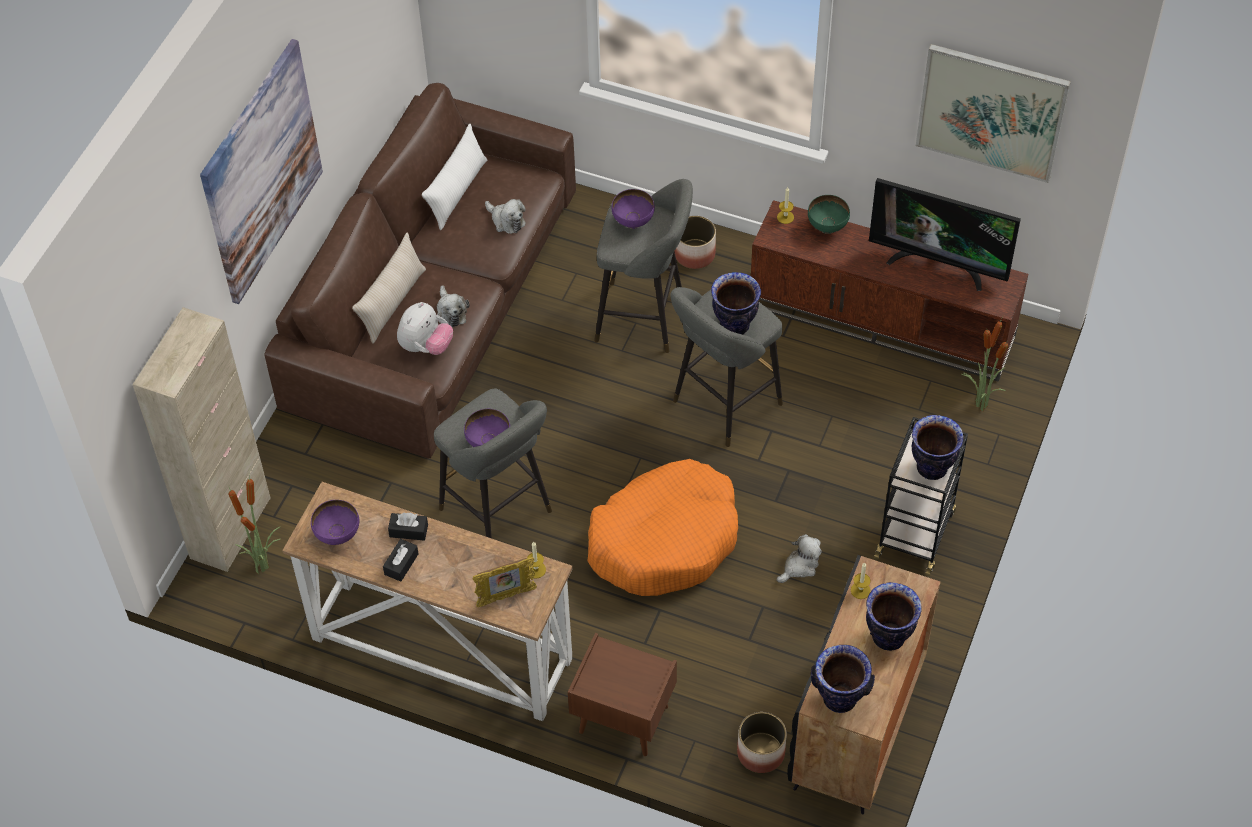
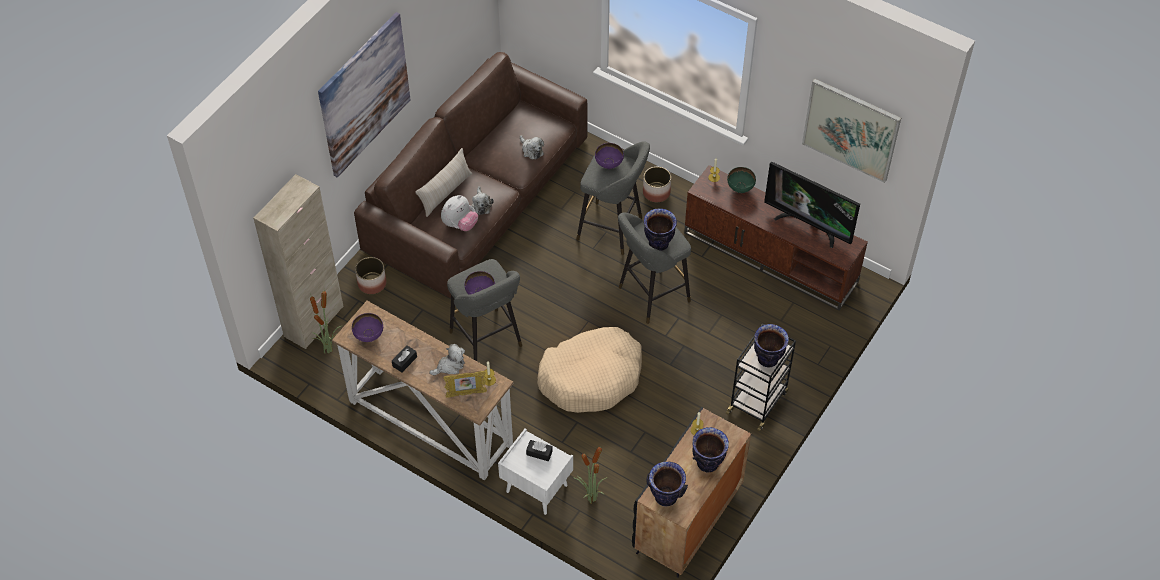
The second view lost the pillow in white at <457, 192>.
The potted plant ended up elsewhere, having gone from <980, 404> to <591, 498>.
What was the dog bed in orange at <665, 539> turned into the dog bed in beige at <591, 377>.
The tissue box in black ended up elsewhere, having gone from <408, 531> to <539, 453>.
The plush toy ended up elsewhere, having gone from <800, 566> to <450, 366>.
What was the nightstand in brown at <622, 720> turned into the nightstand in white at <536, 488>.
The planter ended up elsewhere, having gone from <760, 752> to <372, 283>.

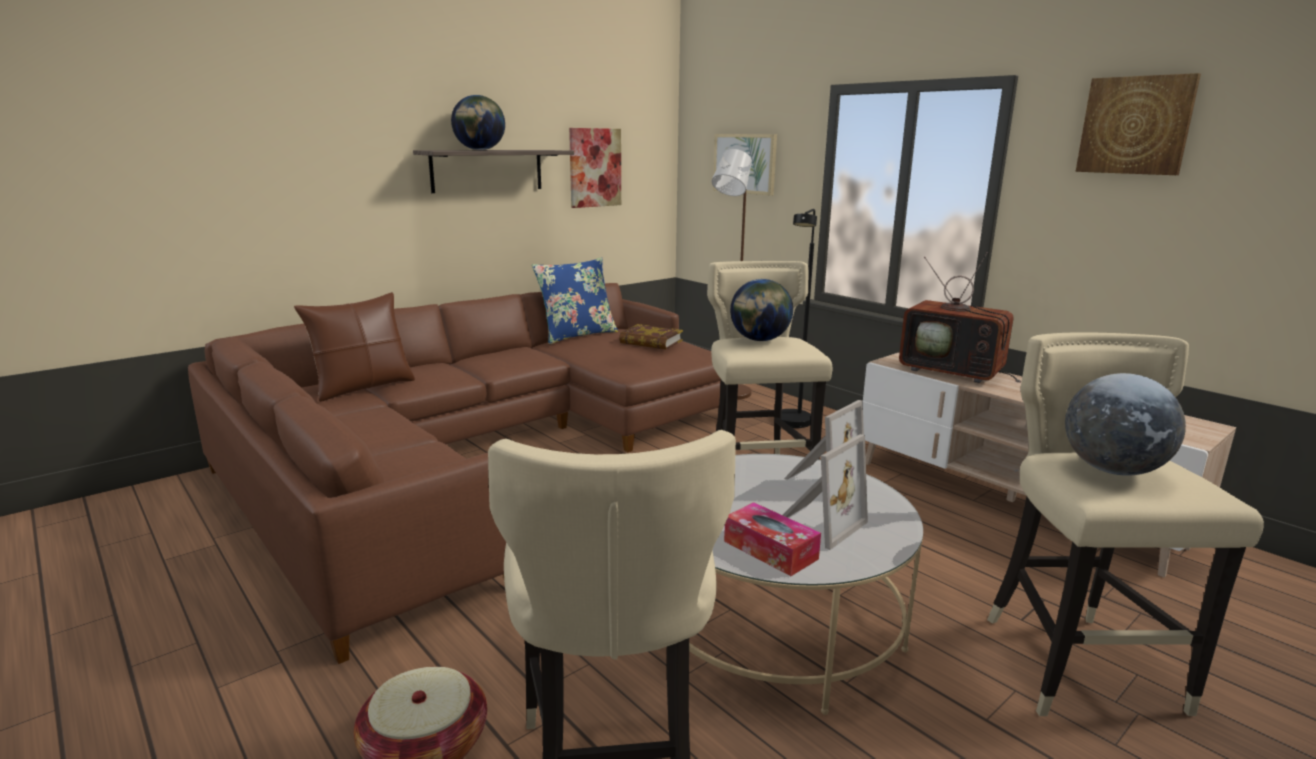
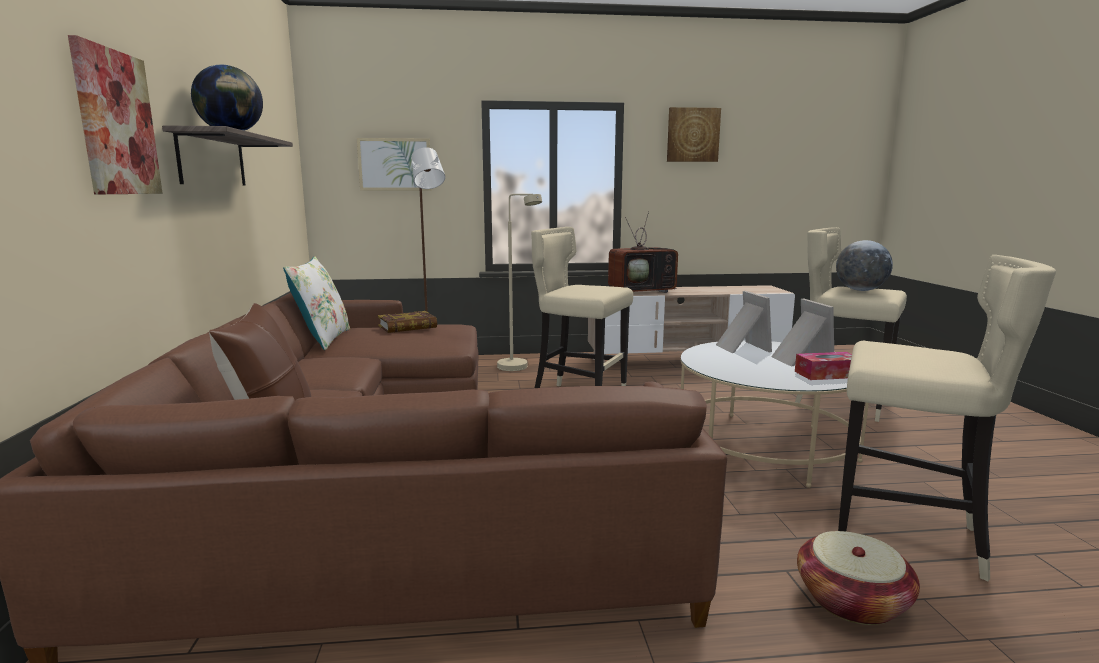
The picture ended up elsewhere, having gone from <595, 167> to <116, 123>.
What was the floor lamp in black at <792, 425> turned into the floor lamp in beige at <518, 368>.
What was the pillow in blue at <577, 335> turned into the pillow in white at <322, 339>.
The second view lost the globe at <759, 340>.

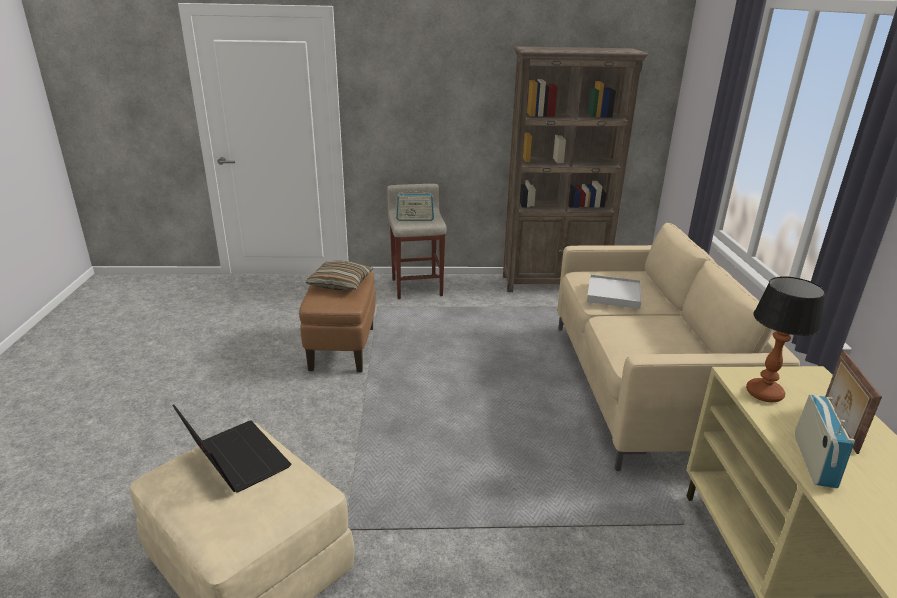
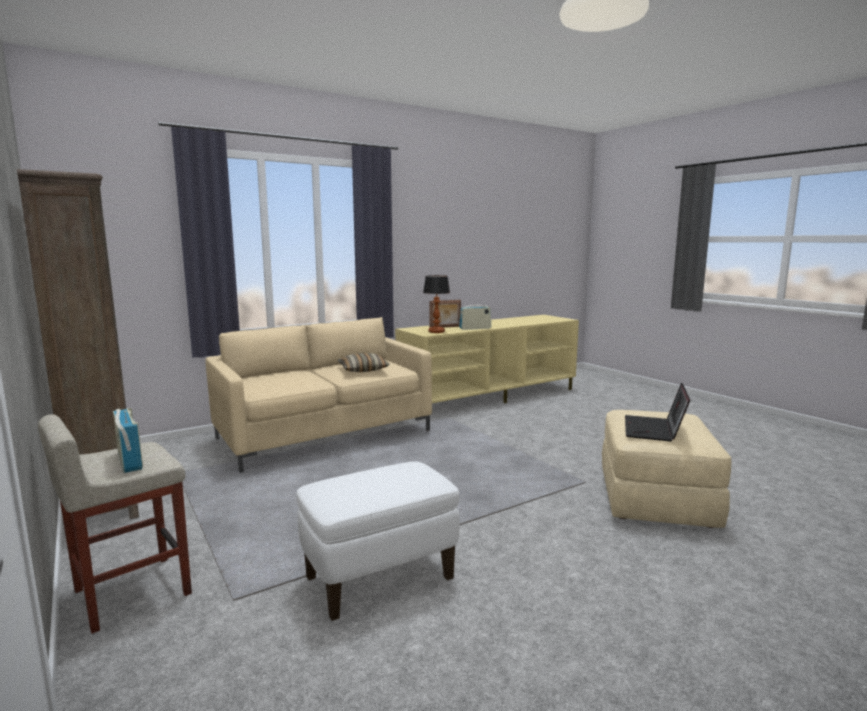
The pillow ended up elsewhere, having gone from <340, 283> to <363, 370>.
What was the ottoman in brown at <342, 348> turned into the ottoman in white at <379, 578>.
The second view lost the tray in white at <613, 294>.

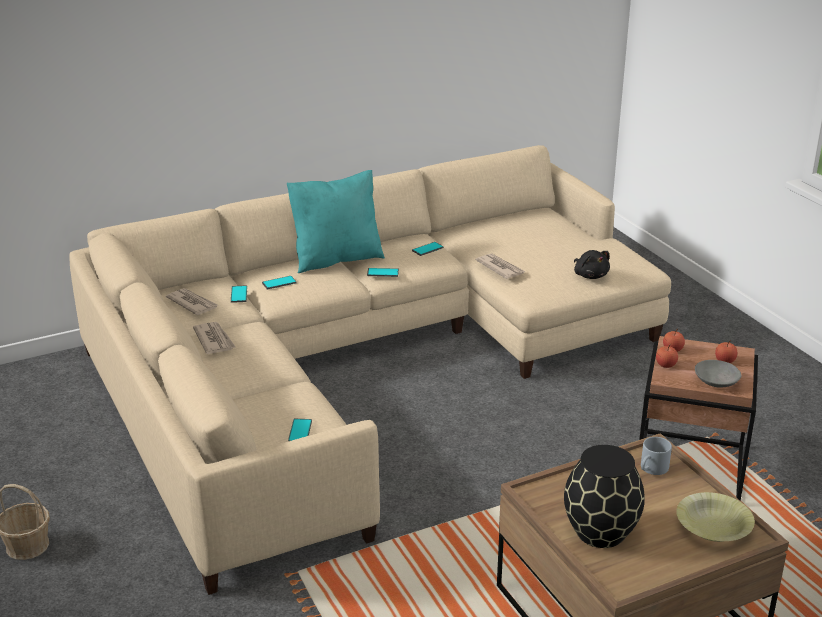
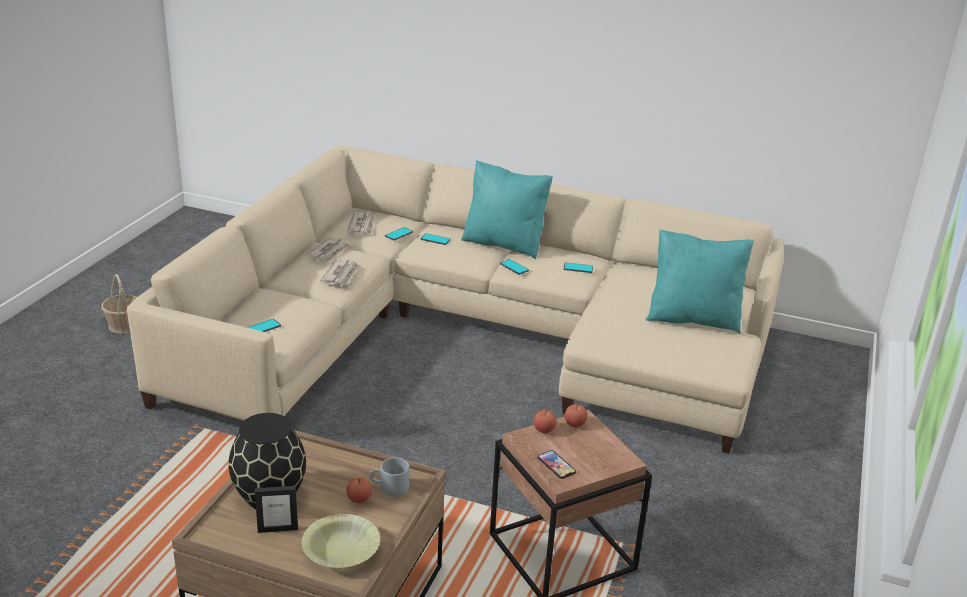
The second view lost the plush toy in black at <590, 275>.
The newspaper ended up elsewhere, having gone from <500, 268> to <341, 274>.
The apple ended up elsewhere, having gone from <725, 361> to <359, 499>.
Where the bowl in grey stood at <717, 381>, the phone came to stand at <556, 465>.
The second view gained the pillow in turquoise at <693, 318>.
The second view gained the picture frame at <278, 529>.

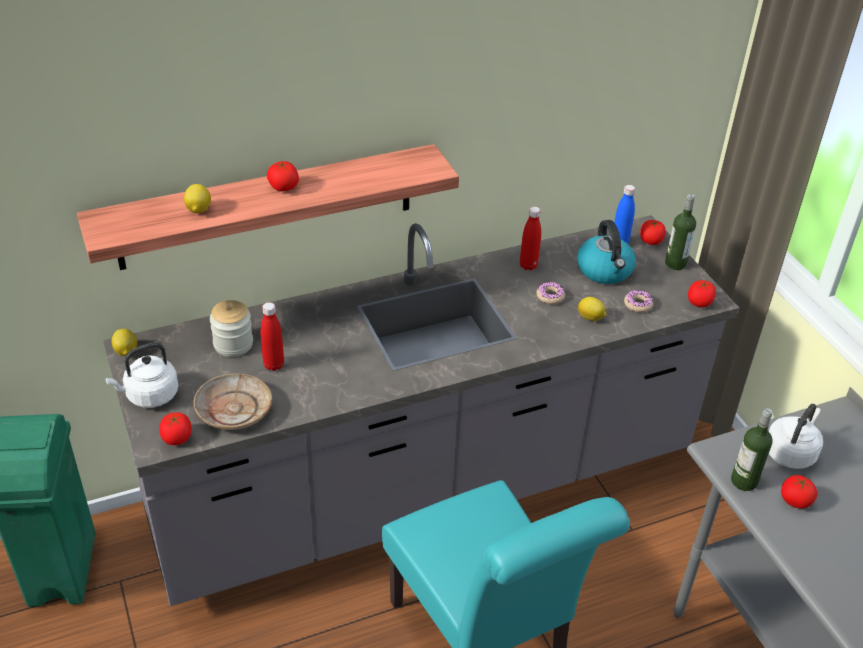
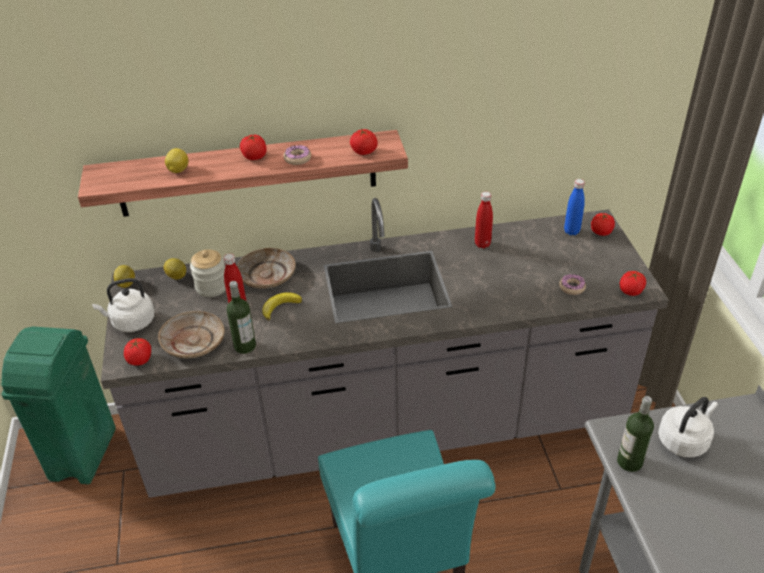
The bottle ended up elsewhere, having gone from <675, 264> to <245, 346>.
The second view lost the kettle at <605, 271>.
The donut ended up elsewhere, having gone from <550, 296> to <297, 159>.
The lemon ended up elsewhere, having gone from <590, 318> to <177, 277>.
The tomato ended up elsewhere, having gone from <795, 501> to <364, 152>.
The second view gained the plate in beige at <267, 275>.
The second view gained the banana at <280, 307>.

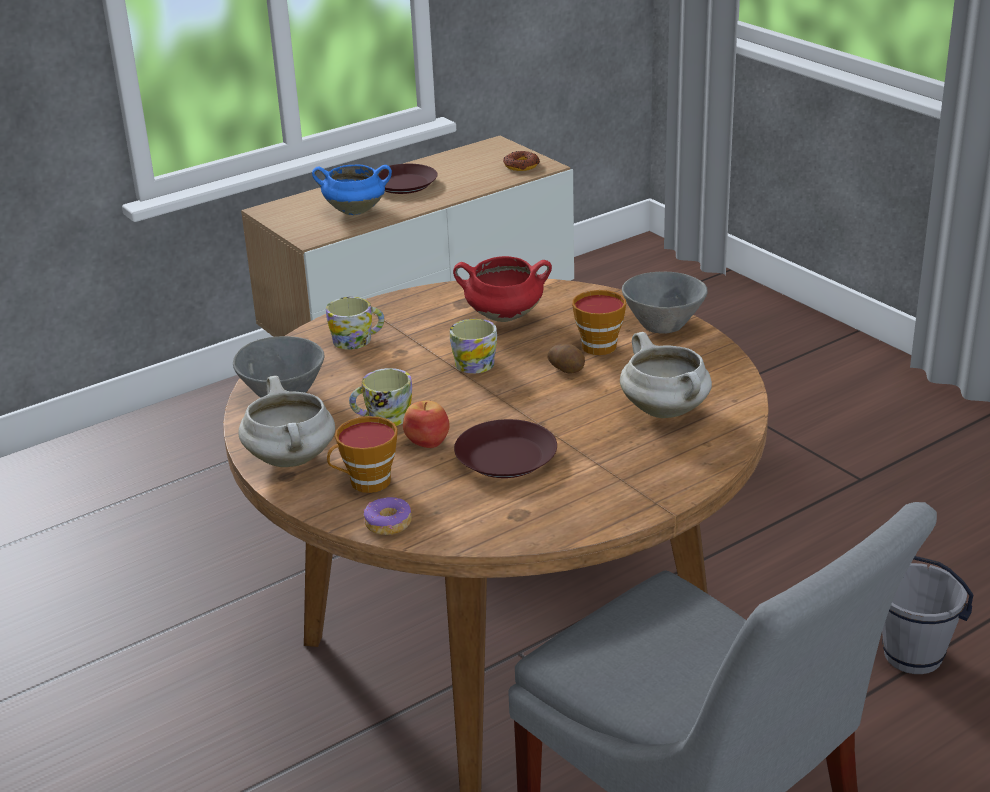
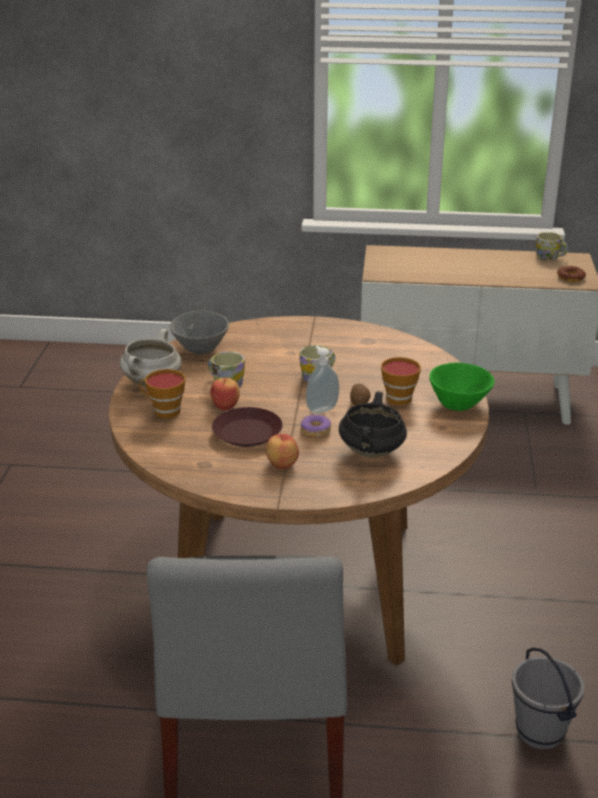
The second view lost the plate in brown at <403, 184>.
The second view lost the cooking pot in blue at <356, 211>.
The second view lost the cooking pot in red at <503, 317>.
What was the bowl in grey at <666, 324> turned into the bowl in green at <460, 404>.
The mug ended up elsewhere, having gone from <357, 340> to <550, 257>.
What was the cooking pot in white at <667, 411> turned into the cooking pot in black at <372, 452>.
The donut ended up elsewhere, having gone from <388, 524> to <315, 431>.
The second view gained the soap dispenser at <321, 409>.
The second view gained the apple at <281, 464>.

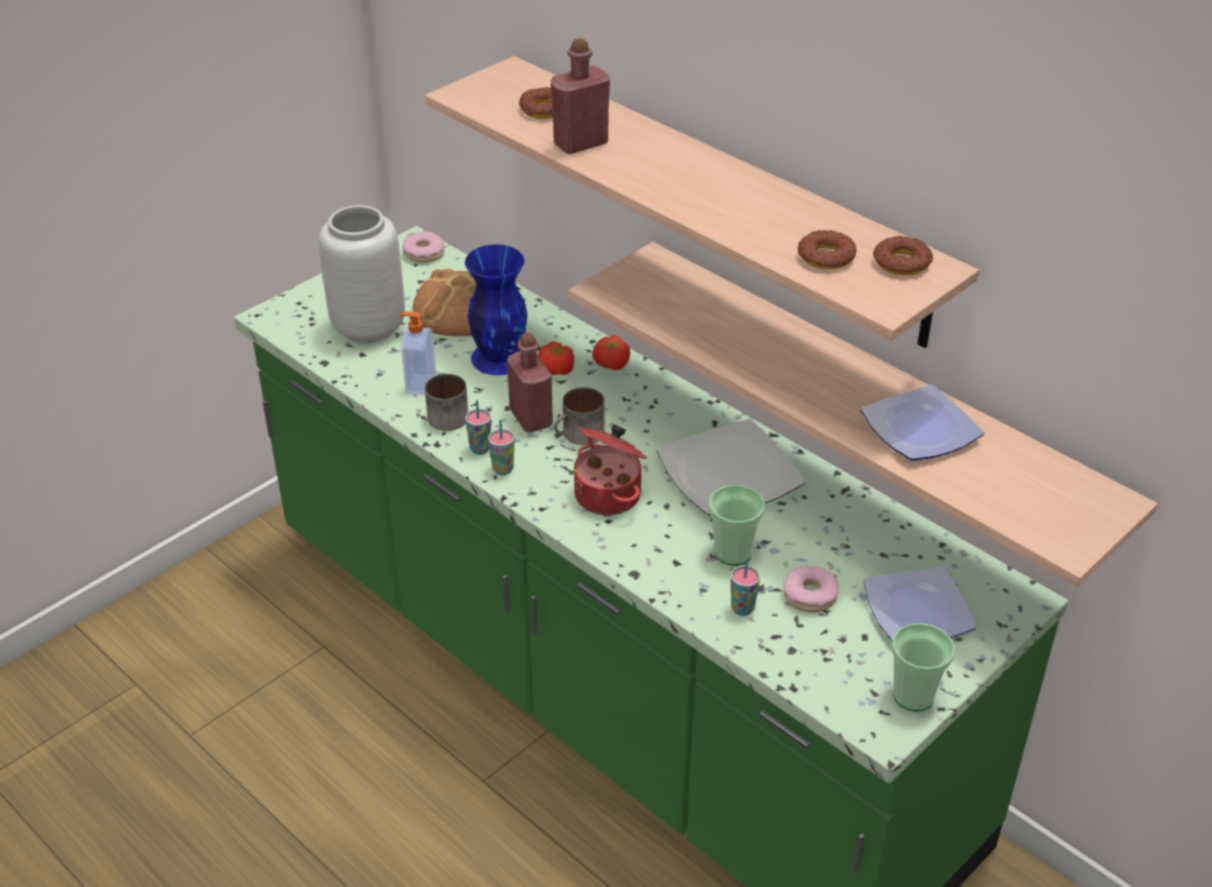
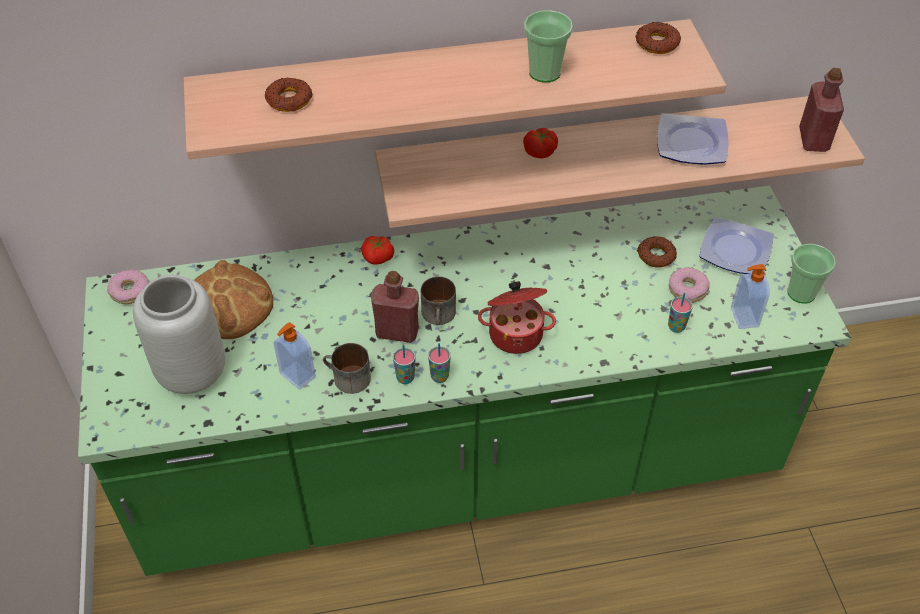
The bottle in red ended up elsewhere, having gone from <581, 143> to <813, 140>.
The donut ended up elsewhere, having gone from <826, 257> to <656, 256>.
The second view lost the vase in blue at <499, 357>.
The tomato ended up elsewhere, having gone from <556, 370> to <540, 152>.
The second view lost the plate at <729, 474>.
The cup ended up elsewhere, having gone from <733, 553> to <544, 72>.
The second view gained the soap dispenser at <743, 317>.

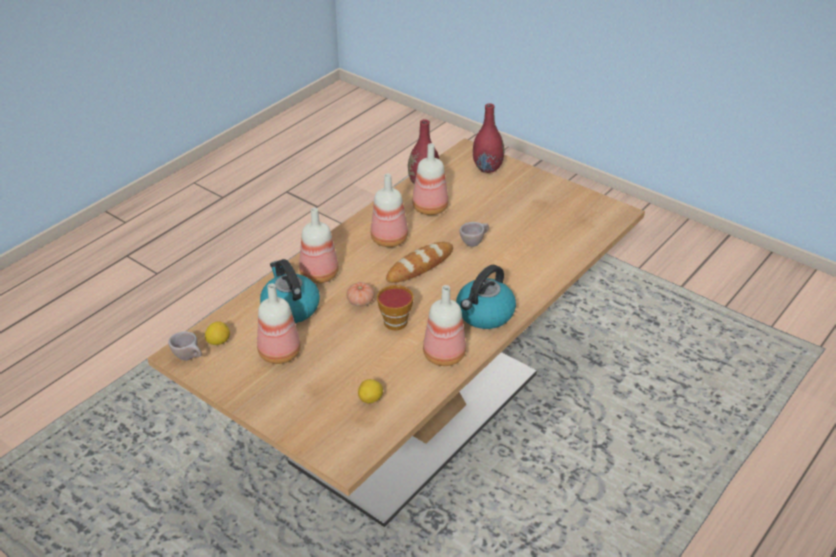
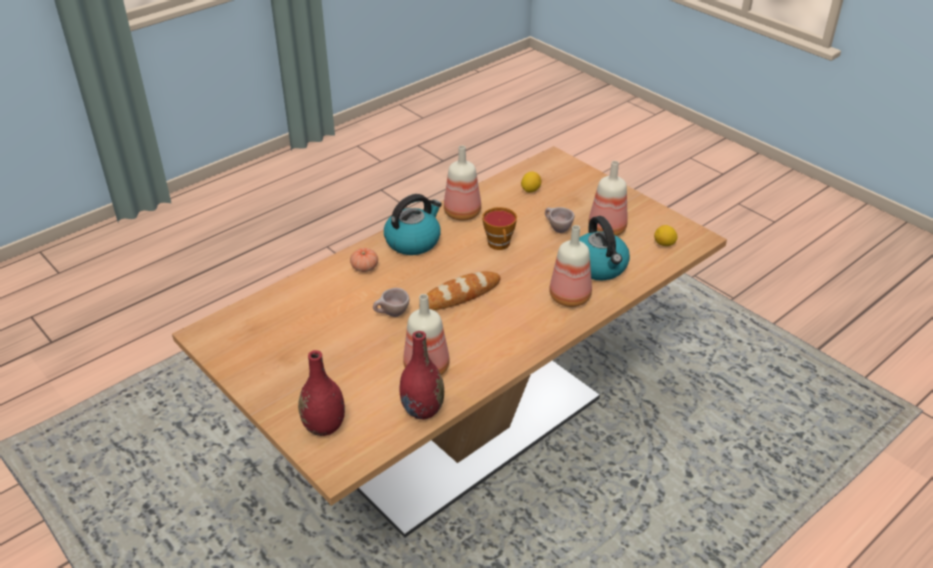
The second view lost the bottle at <390, 239>.
The tomato ended up elsewhere, having gone from <360, 302> to <364, 267>.
The cup in beige ended up elsewhere, having gone from <189, 357> to <557, 229>.

